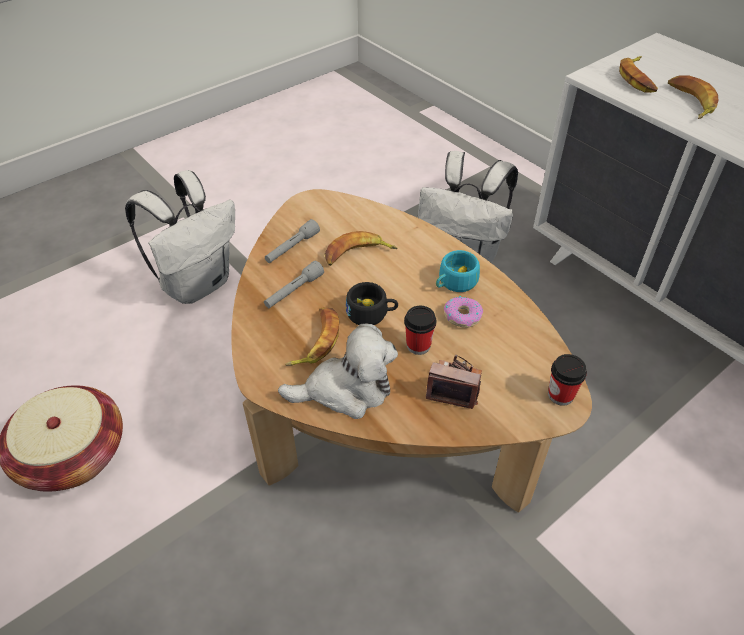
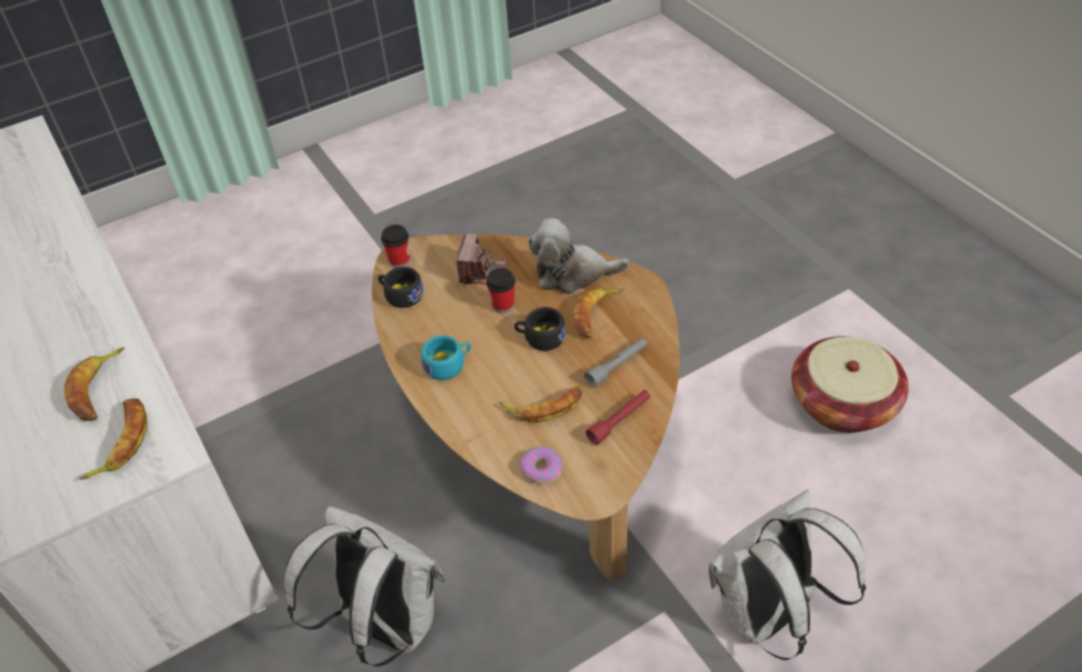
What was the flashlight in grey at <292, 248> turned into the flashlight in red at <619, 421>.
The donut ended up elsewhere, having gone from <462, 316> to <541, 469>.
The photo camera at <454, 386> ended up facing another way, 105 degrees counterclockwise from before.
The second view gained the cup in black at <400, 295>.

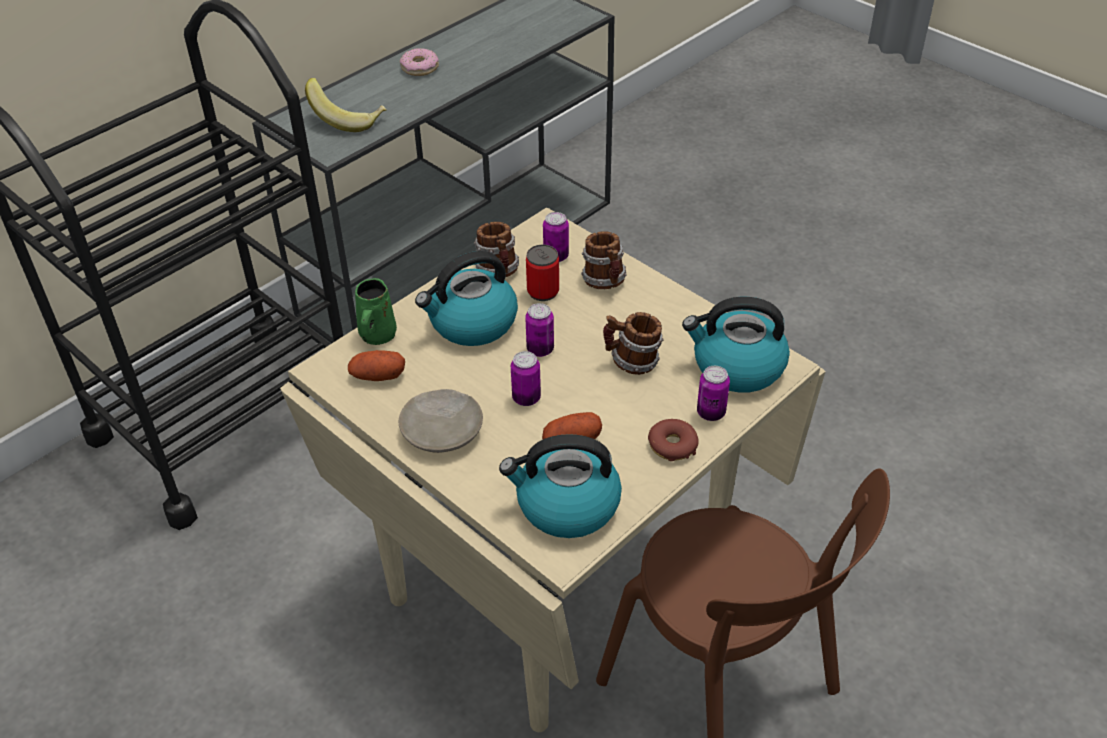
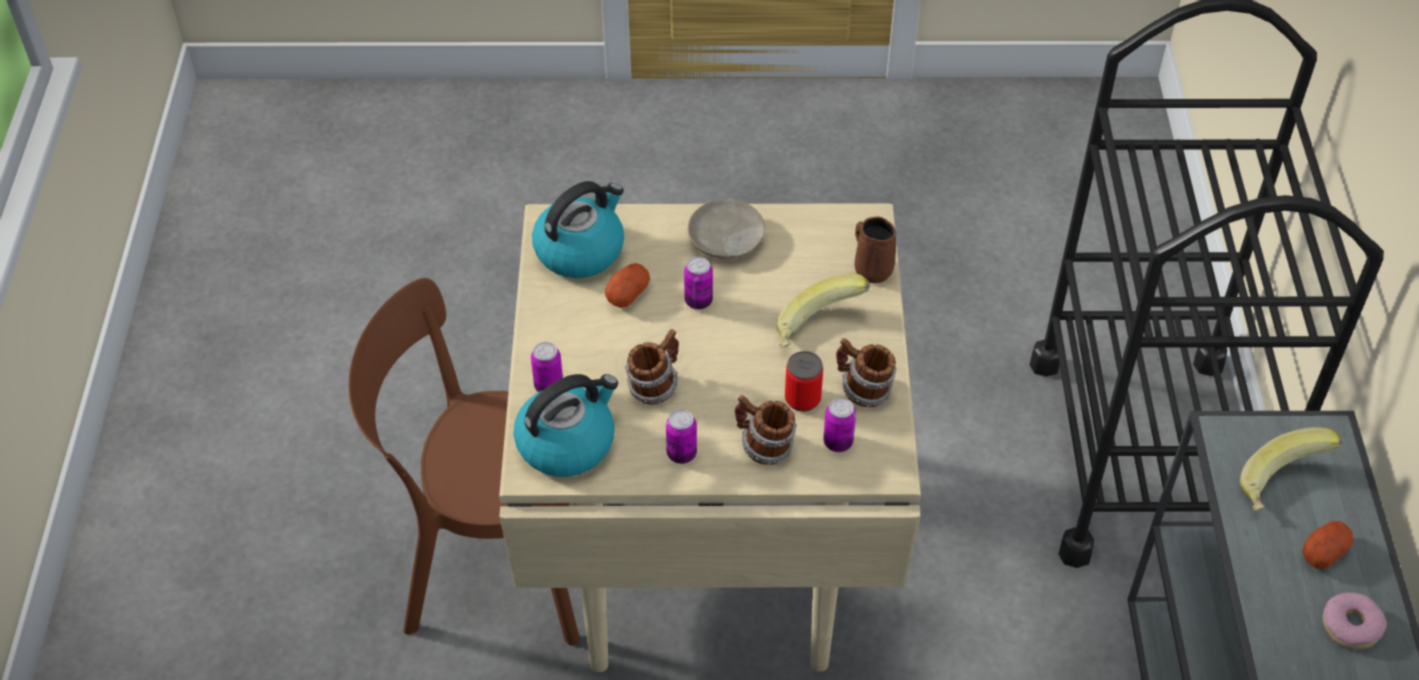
Where the kettle stood at <472, 323>, the banana came to stand at <818, 329>.
What was the mug in green at <377, 335> turned into the mug in brown at <872, 269>.
The can ended up elsewhere, having gone from <540, 349> to <681, 454>.
The potato ended up elsewhere, having gone from <377, 376> to <1323, 552>.
The second view lost the donut at <672, 445>.

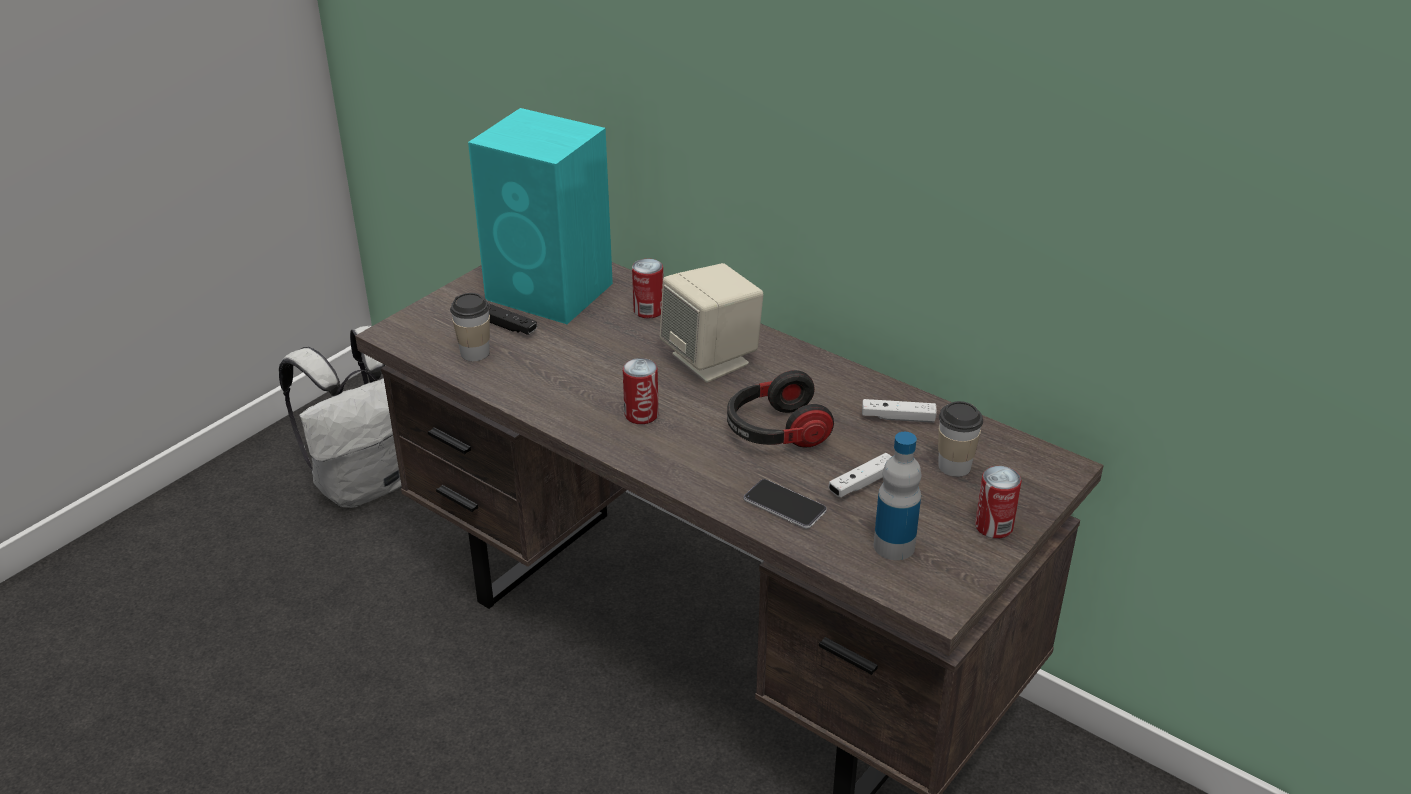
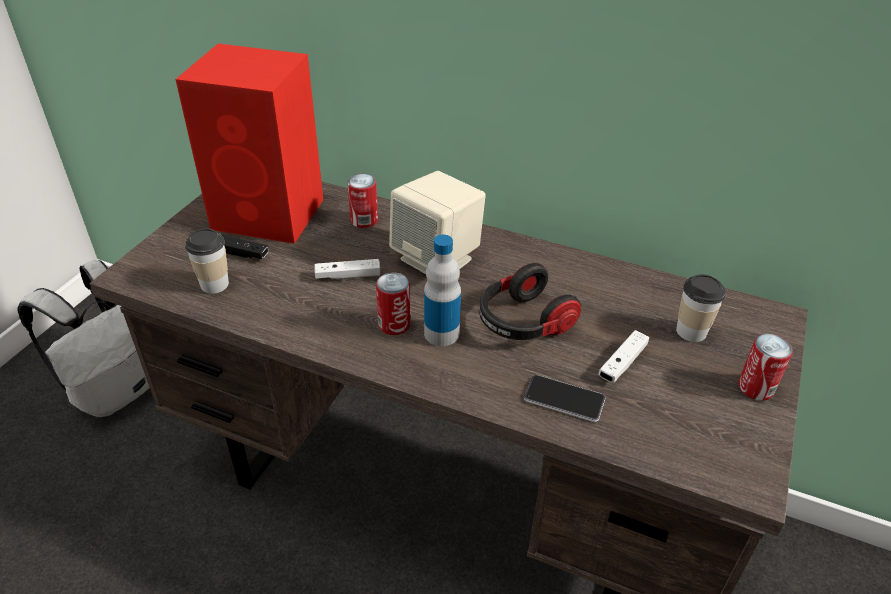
What was the speaker in turquoise at <552, 292> turned into the speaker in red at <271, 214>.
The game controller in white ended up elsewhere, having gone from <898, 418> to <348, 276>.
The bottle ended up elsewhere, having gone from <894, 546> to <441, 333>.

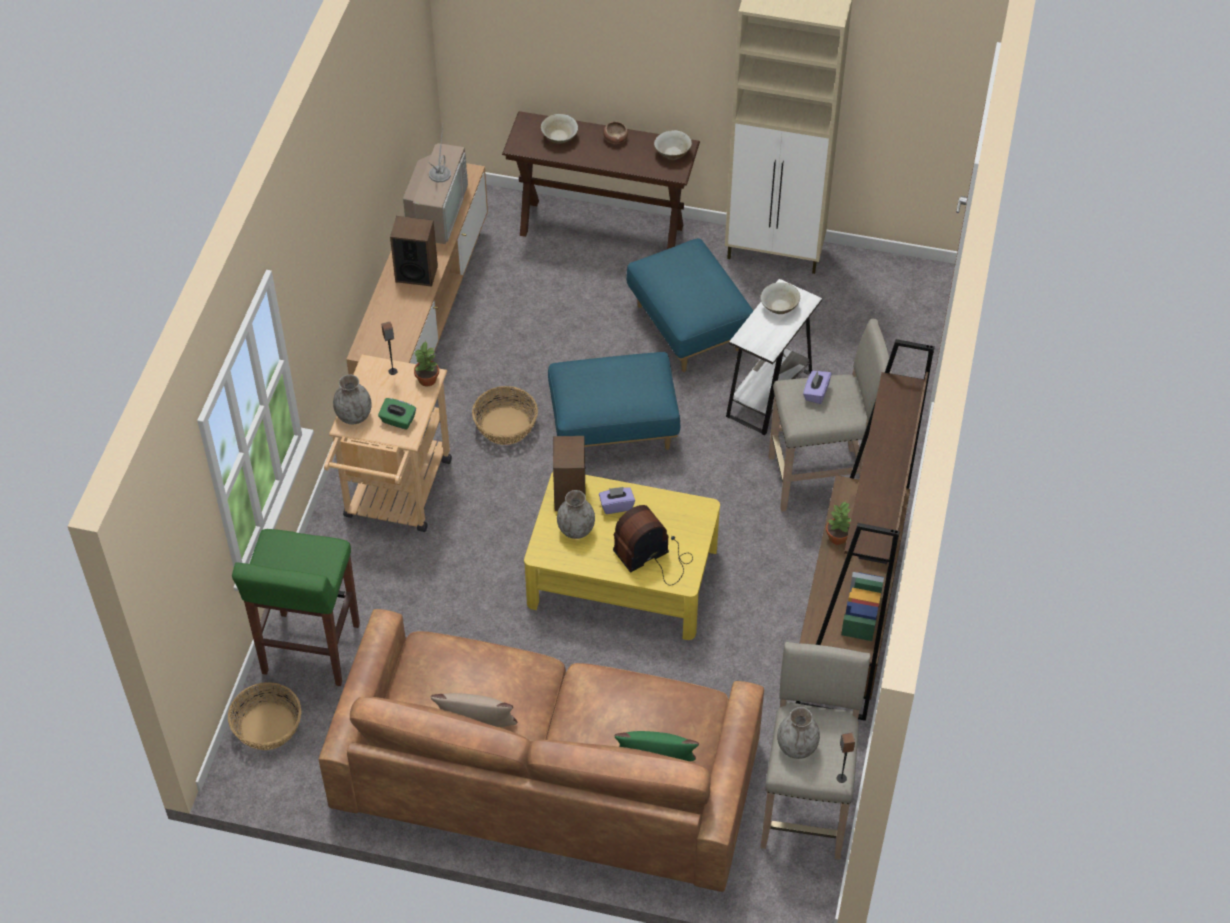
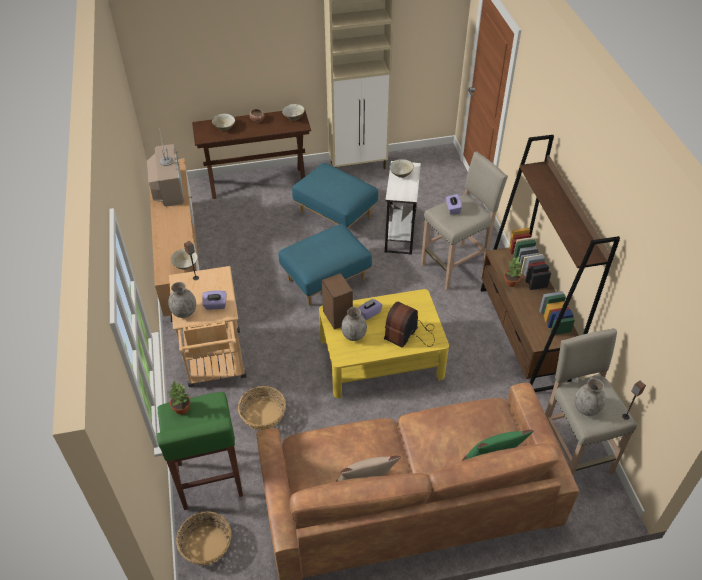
The second view lost the speaker at <416, 273>.
The potted plant ended up elsewhere, having gone from <427, 380> to <181, 409>.
The basket ended up elsewhere, having gone from <506, 426> to <263, 415>.
What was the tissue box in green at <398, 421> turned into the tissue box in purple at <215, 305>.
The second view gained the bowl in beige at <185, 265>.

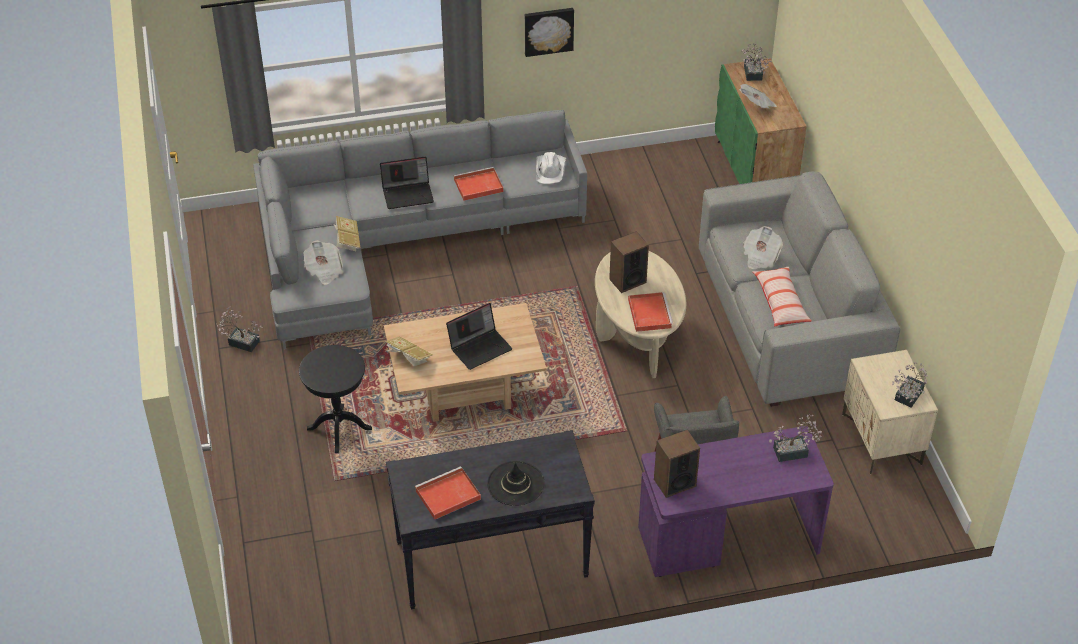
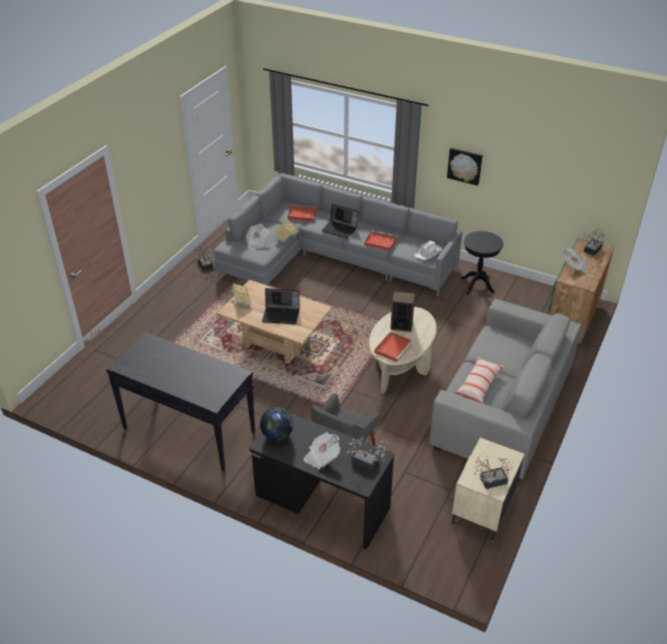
The newspaper ended up elsewhere, having gone from <760, 257> to <321, 457>.
The side table in black ended up elsewhere, having gone from <339, 429> to <477, 285>.
What was the desk in purple at <728, 539> turned into the desk in black at <321, 503>.
Where the speaker stood at <674, 482>, the globe came to stand at <277, 435>.
The second view lost the hat in black at <516, 484>.
The tray in red ended up elsewhere, having gone from <447, 496> to <302, 214>.

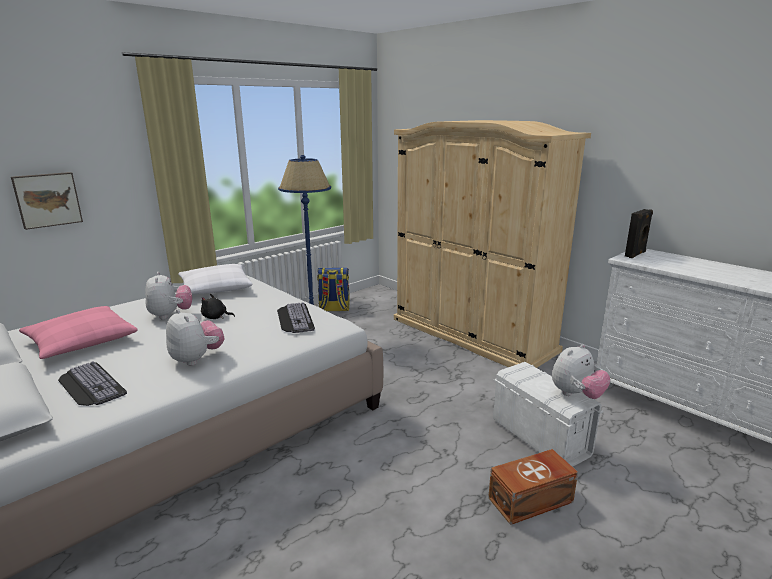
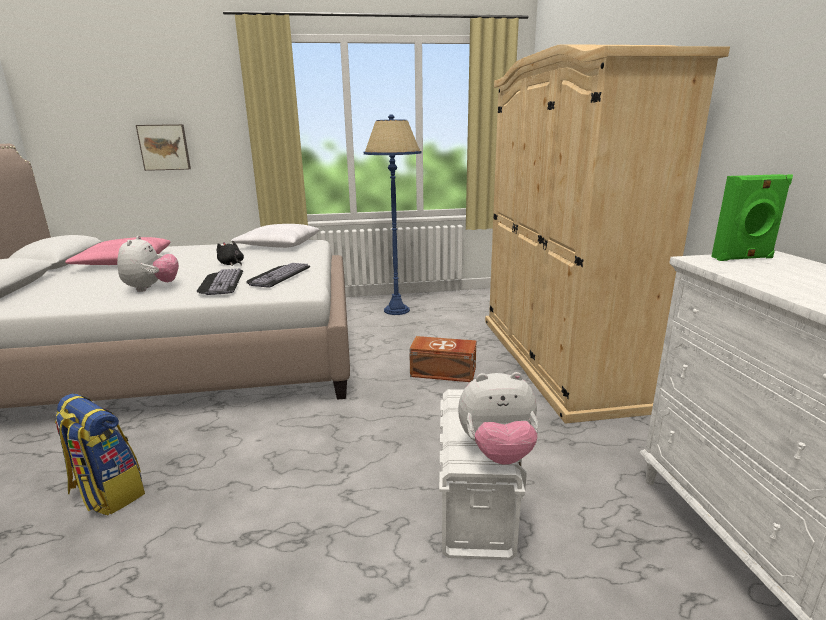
What was the speaker in black at <636, 254> turned into the speaker in green at <743, 258>.
The backpack ended up elsewhere, having gone from <334, 309> to <107, 493>.
The second view lost the plush toy at <170, 315>.
The keyboard ended up elsewhere, having gone from <89, 385> to <220, 282>.
The storage box in brown ended up elsewhere, having gone from <532, 500> to <444, 372>.

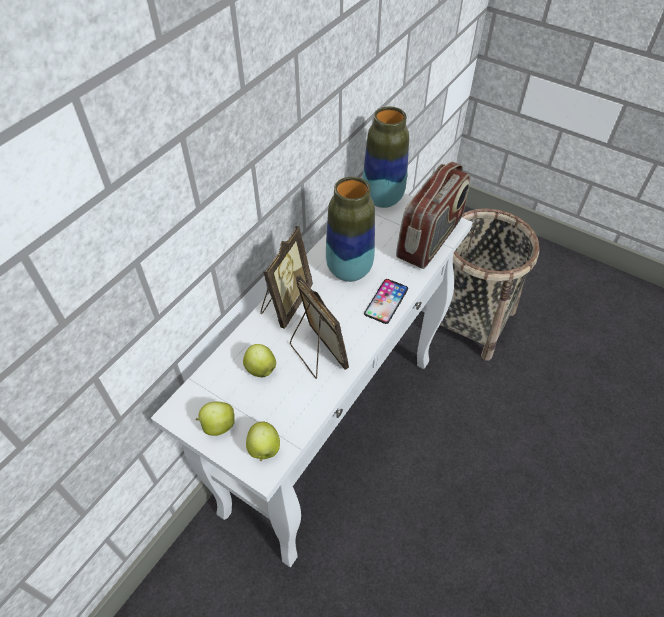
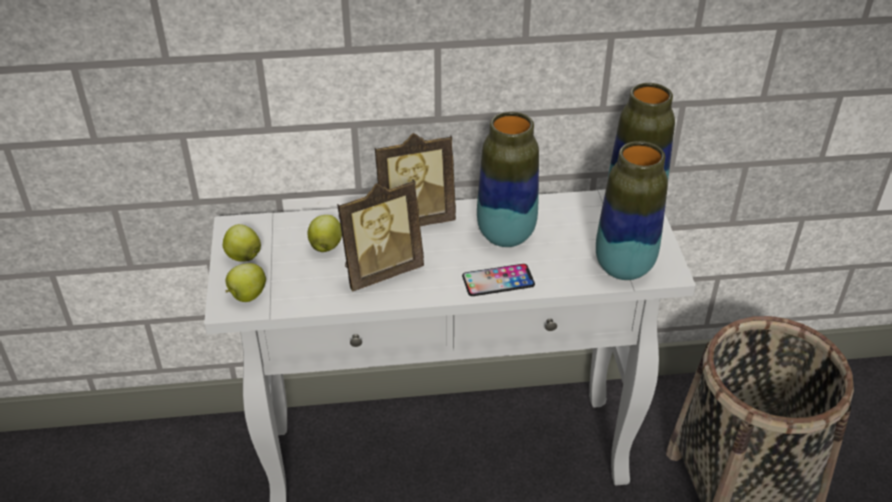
Where the radio stood at <430, 239>, the vase came to stand at <624, 267>.
The picture frame at <316, 354> ended up facing another way, 45 degrees clockwise from before.

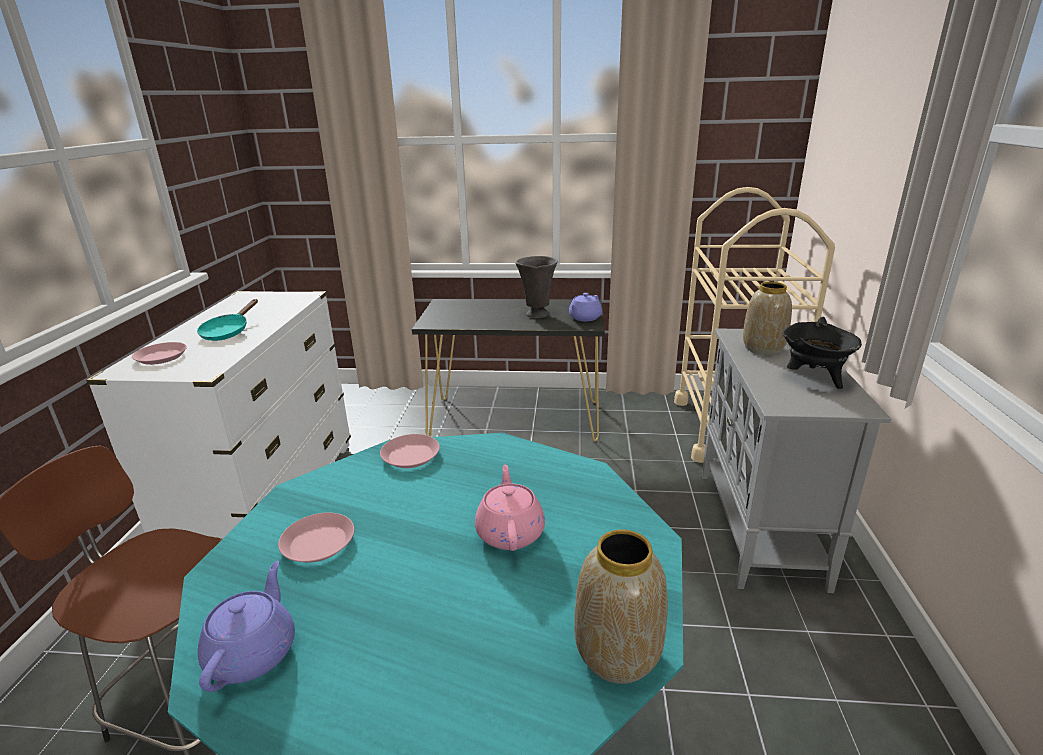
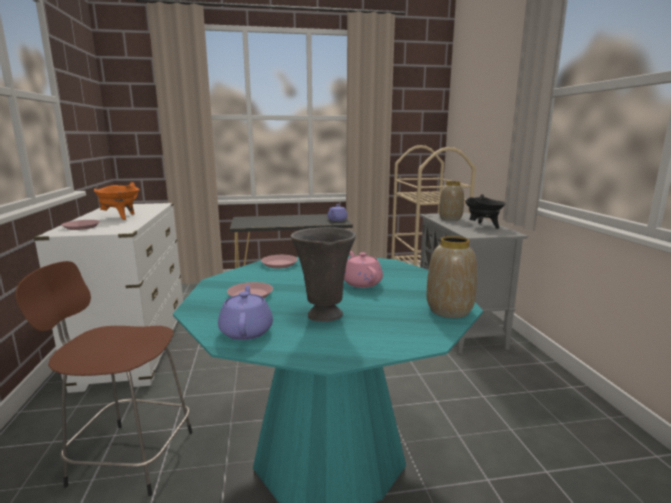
The vase in grey ended up elsewhere, having gone from <536, 315> to <323, 315>.
Where the frying pan in turquoise stood at <228, 332>, the cooking pot in orange came to stand at <120, 217>.

